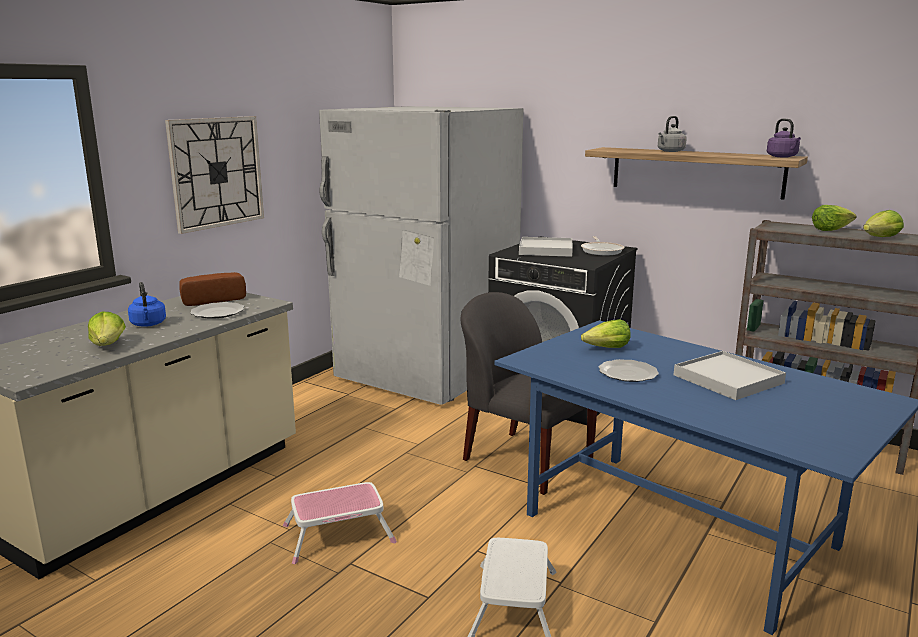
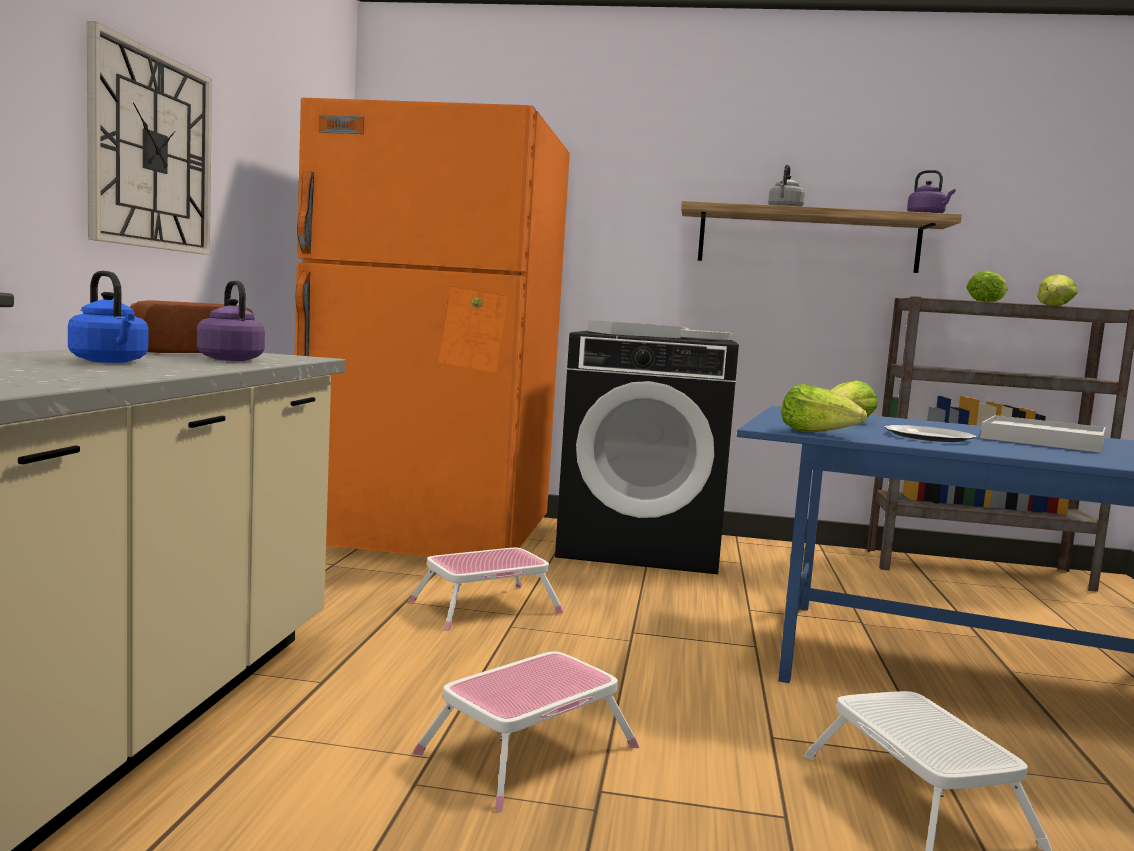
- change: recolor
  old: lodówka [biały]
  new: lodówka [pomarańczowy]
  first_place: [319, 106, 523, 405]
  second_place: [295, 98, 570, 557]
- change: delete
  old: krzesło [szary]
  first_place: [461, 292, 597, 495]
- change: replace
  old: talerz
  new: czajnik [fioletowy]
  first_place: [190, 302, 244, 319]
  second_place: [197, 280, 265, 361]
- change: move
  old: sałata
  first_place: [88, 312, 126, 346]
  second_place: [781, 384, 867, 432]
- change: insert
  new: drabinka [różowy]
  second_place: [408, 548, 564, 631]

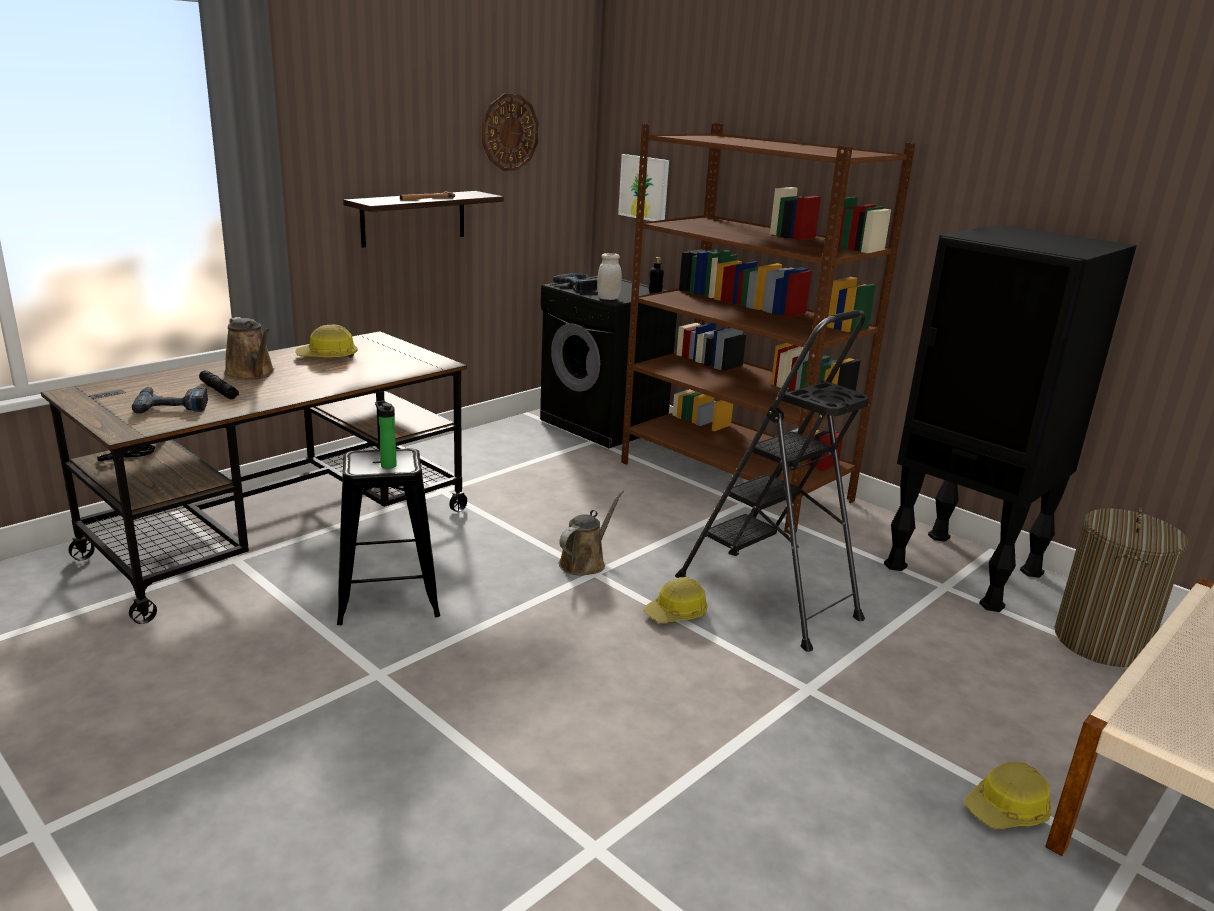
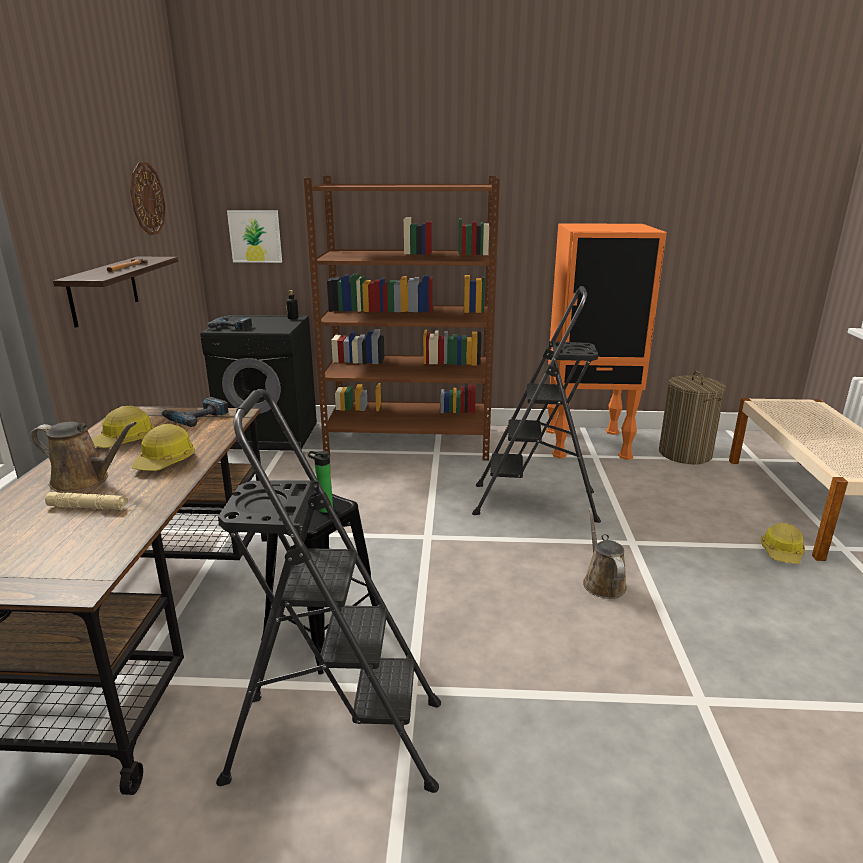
- change: recolor
  old: szafka [czarny]
  new: szafka [pomarańczowy]
  first_place: [884, 224, 1137, 612]
  second_place: [546, 223, 667, 460]
- change: delete
  old: słoik [biały]
  first_place: [597, 253, 622, 300]
- change: recolor
  old: latarka [czarny]
  new: latarka [beżowy]
  first_place: [199, 370, 239, 399]
  second_place: [45, 492, 128, 510]
- change: move
  old: wiertarka
  first_place: [132, 386, 208, 414]
  second_place: [161, 397, 229, 427]
- change: move
  old: konewka [brązowy]
  first_place: [559, 490, 624, 576]
  second_place: [583, 508, 627, 599]
- change: move
  old: kask
  first_place: [643, 577, 708, 623]
  second_place: [131, 424, 195, 471]
- change: insert
  new: drabinka
  second_place: [216, 389, 441, 793]

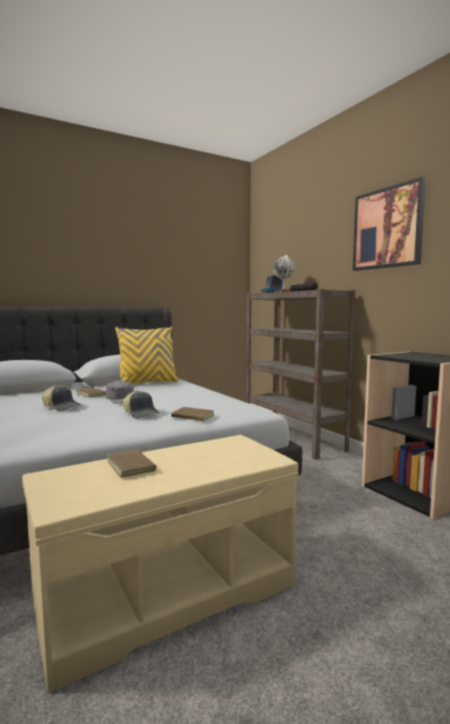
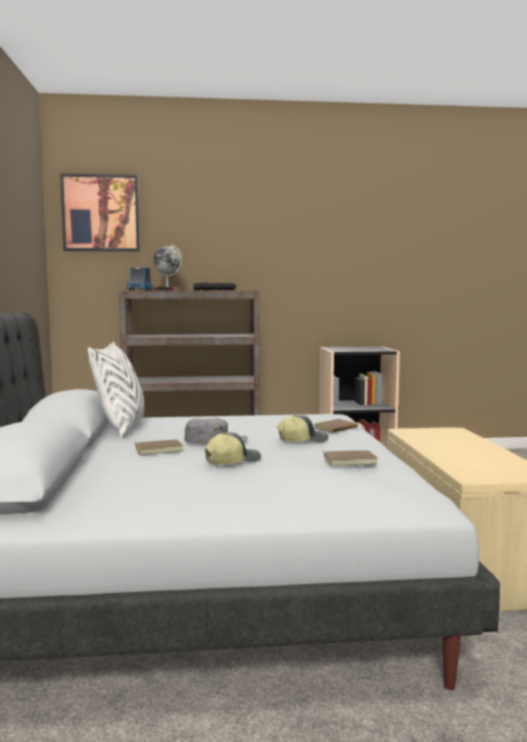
- change: move
  old: obraz
  first_place: [353, 177, 426, 271]
  second_place: [60, 173, 140, 252]
- change: recolor
  old: poduszka [żółty]
  new: poduszka [biały]
  first_place: [115, 327, 179, 384]
  second_place: [88, 342, 144, 438]
- change: move
  old: książka [brązowy]
  first_place: [107, 448, 156, 478]
  second_place: [322, 450, 378, 466]

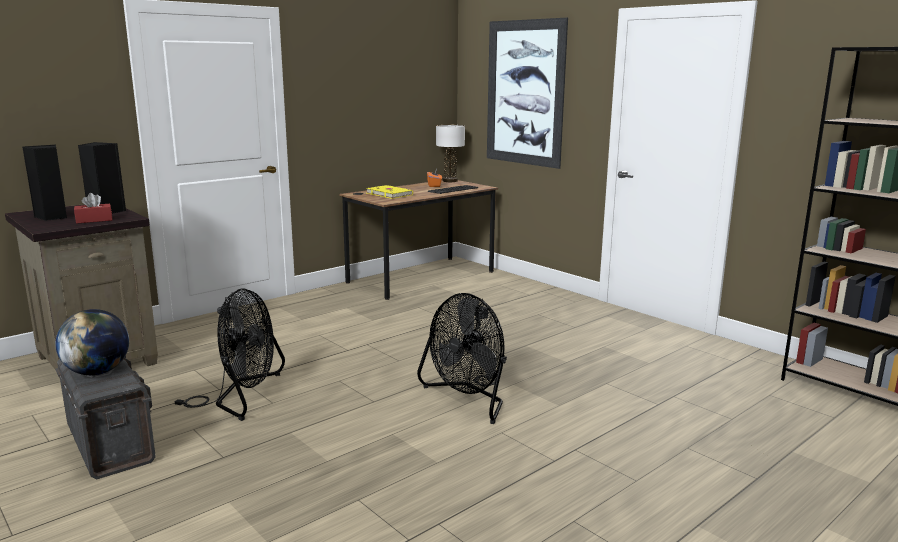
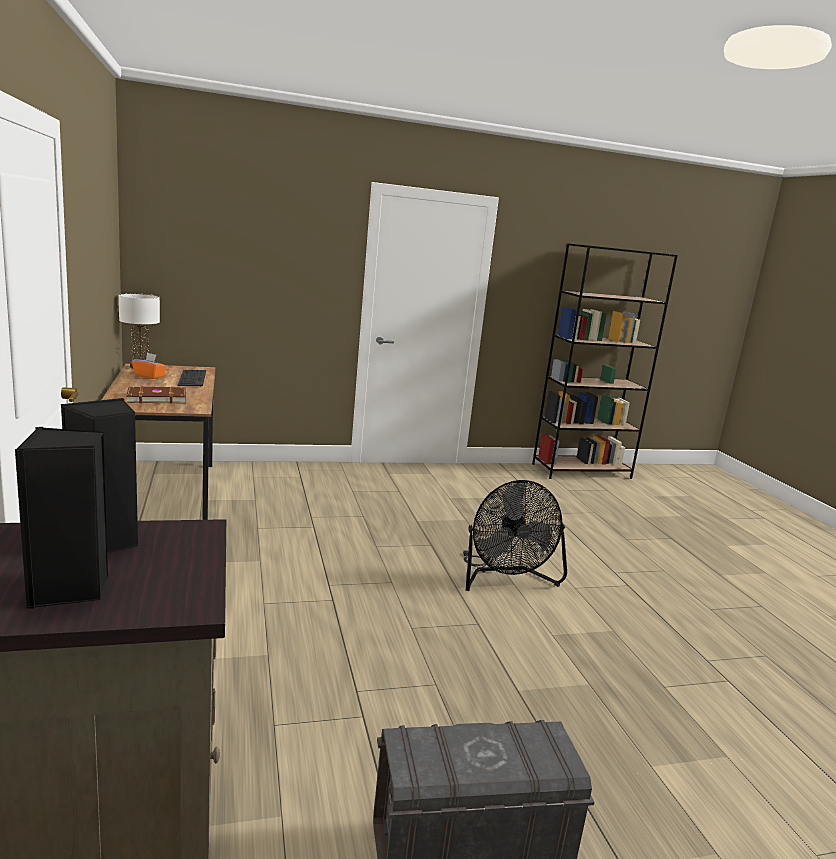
- change: delete
  old: obraz
  first_place: [487, 18, 568, 169]
- change: recolor
  old: książka [żółty]
  new: książka [brązowy]
  first_place: [366, 185, 413, 199]
  second_place: [126, 386, 186, 404]
- change: delete
  old: pudełko chusteczek [czerwony]
  first_place: [74, 193, 113, 224]
- change: delete
  old: wentylator [czarny]
  first_place: [175, 289, 285, 421]
- change: delete
  old: globus
  first_place: [55, 309, 129, 375]

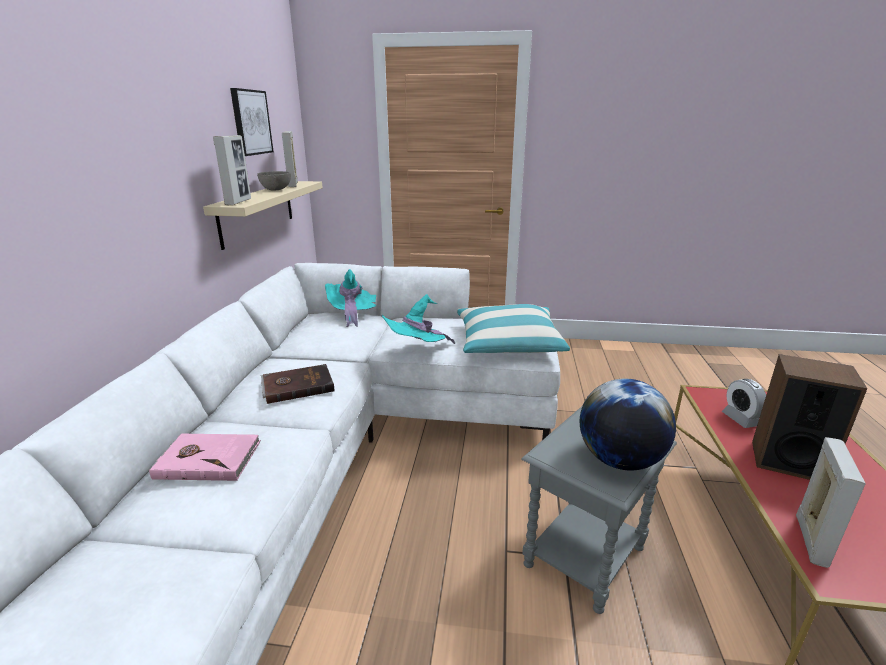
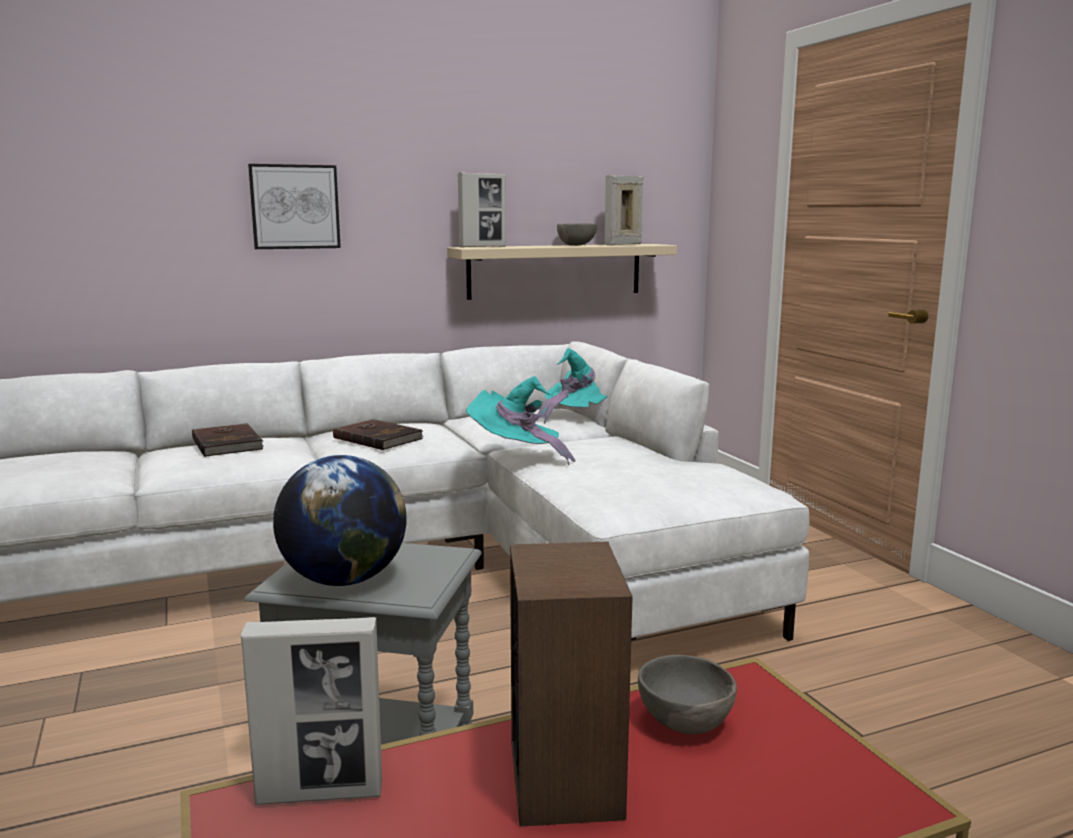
- change: move
  old: obraz
  first_place: [230, 88, 274, 156]
  second_place: [248, 164, 341, 249]
- change: delete
  old: poduszka
  first_place: [457, 304, 570, 353]
- change: replace
  old: budzik
  new: miska [szary]
  first_place: [722, 379, 766, 428]
  second_place: [638, 655, 737, 734]
- change: recolor
  old: książka [różowy]
  new: książka [brązowy]
  first_place: [149, 433, 261, 481]
  second_place: [192, 423, 264, 457]

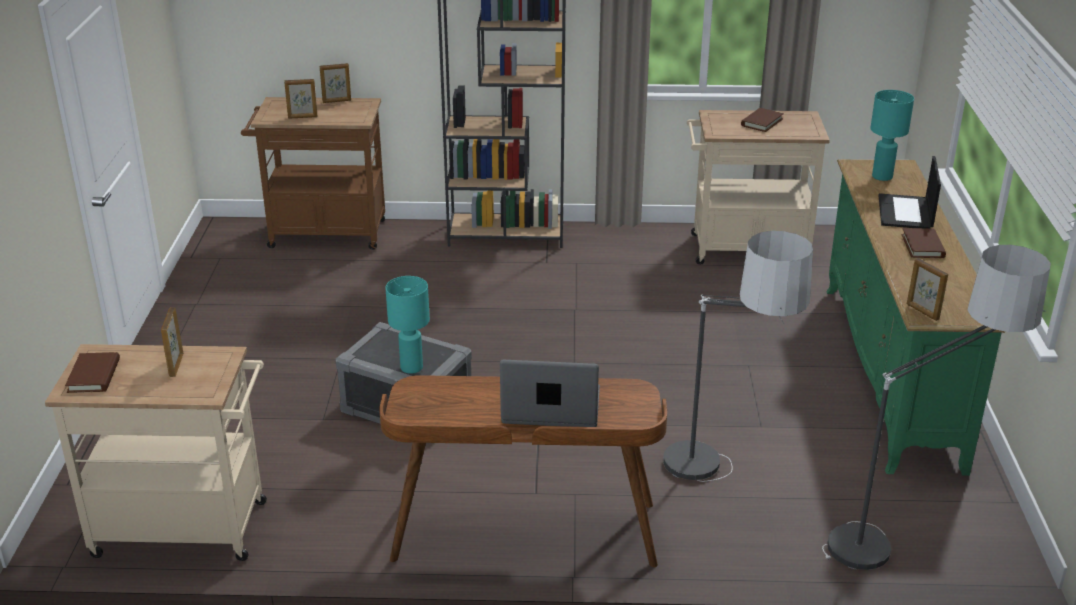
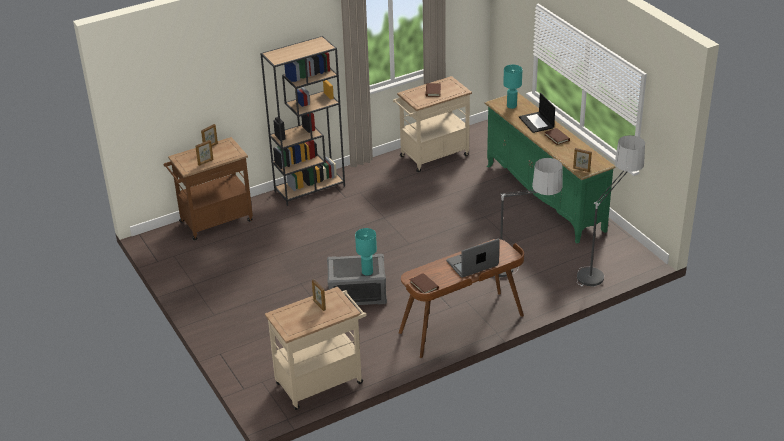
- change: move
  old: książka [brązowy]
  first_place: [65, 352, 120, 393]
  second_place: [409, 273, 439, 293]

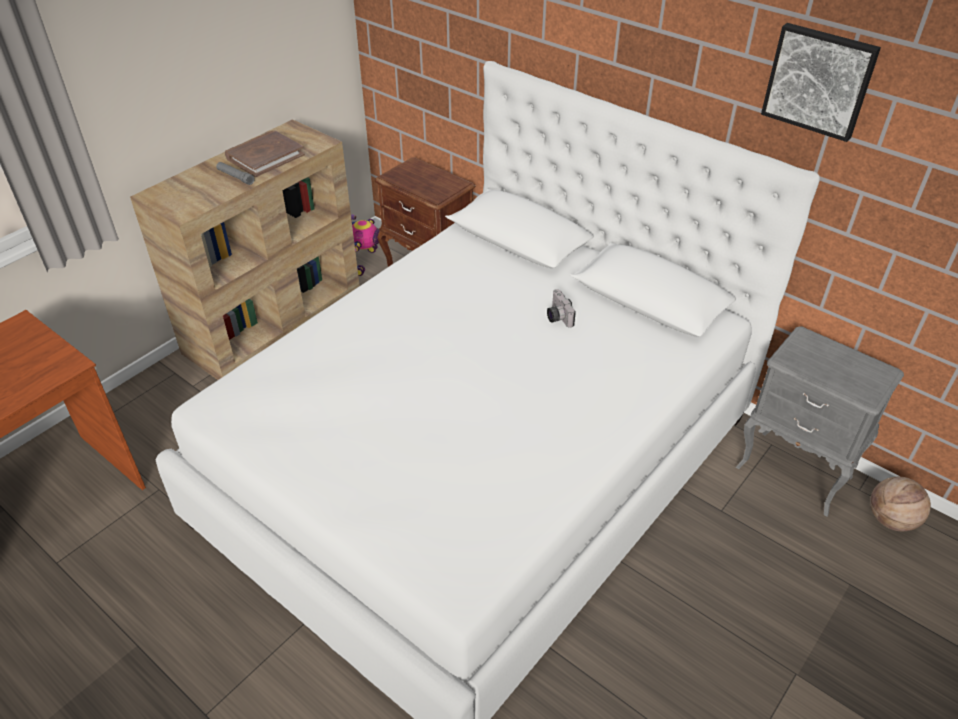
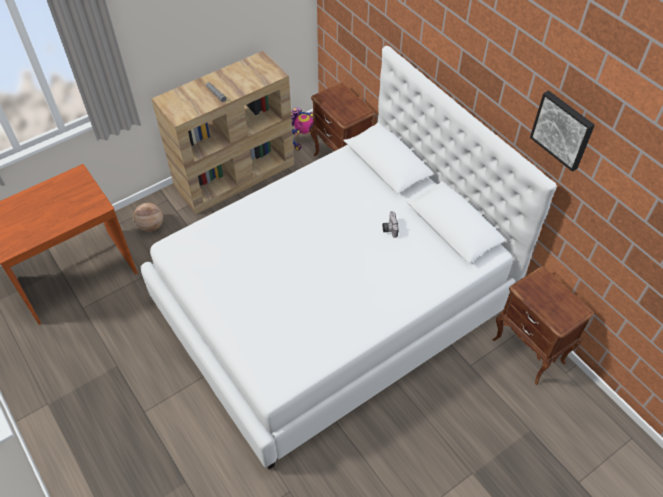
- change: delete
  old: książka [brązowy]
  first_place: [225, 131, 305, 177]
- change: recolor
  old: szafka nocna [szary]
  new: szafka nocna [brązowy]
  first_place: [736, 326, 904, 517]
  second_place: [492, 266, 595, 385]
- change: move
  old: piłka do koszykówki
  first_place: [870, 477, 931, 531]
  second_place: [133, 203, 163, 232]

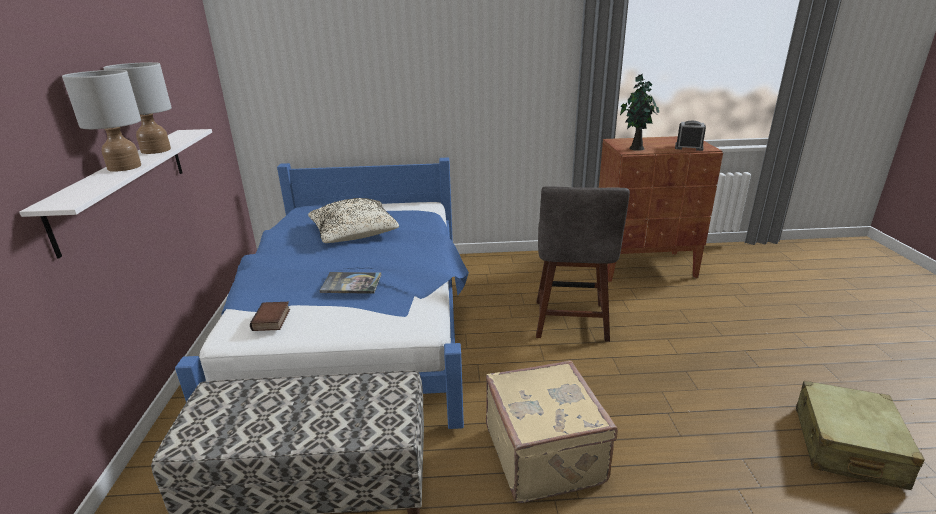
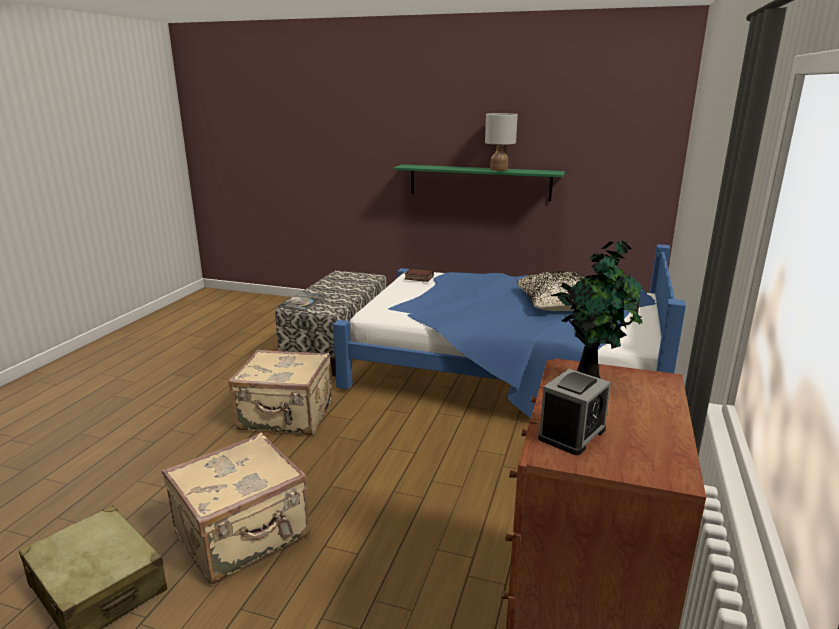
- change: delete
  old: lampa stołowa [szary]
  first_place: [62, 70, 141, 172]
- change: recolor
  old: półka [biały]
  new: półka [zielony]
  first_place: [19, 129, 212, 259]
  second_place: [393, 164, 565, 201]
- change: delete
  old: stołek [szary]
  first_place: [536, 186, 630, 342]
- change: move
  old: książka
  first_place: [319, 272, 381, 294]
  second_place: [278, 292, 327, 311]
- change: insert
  new: walizka [beżowy]
  second_place: [162, 432, 310, 584]

